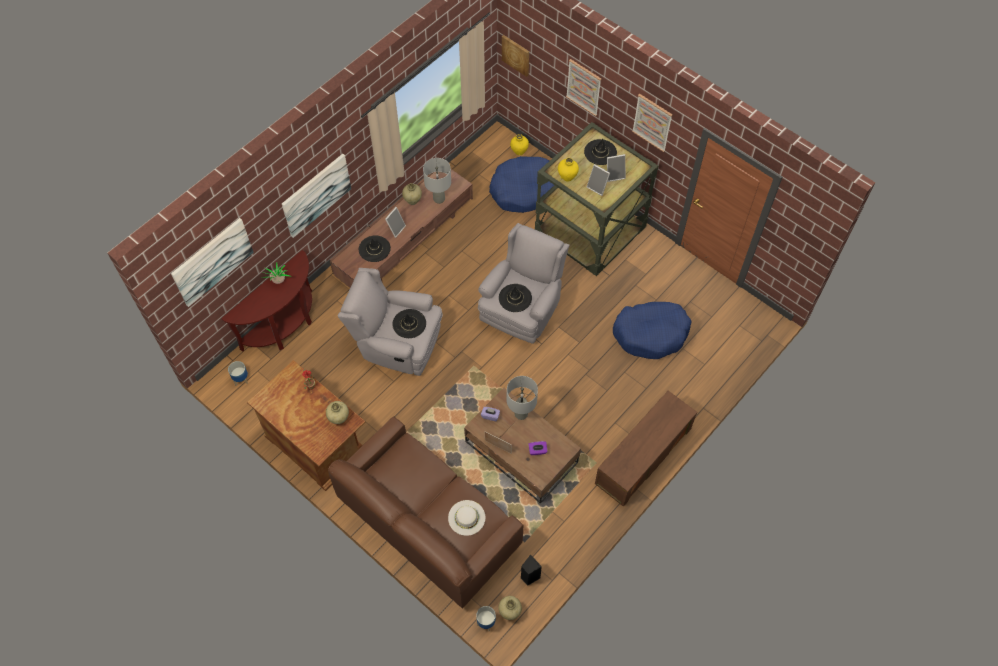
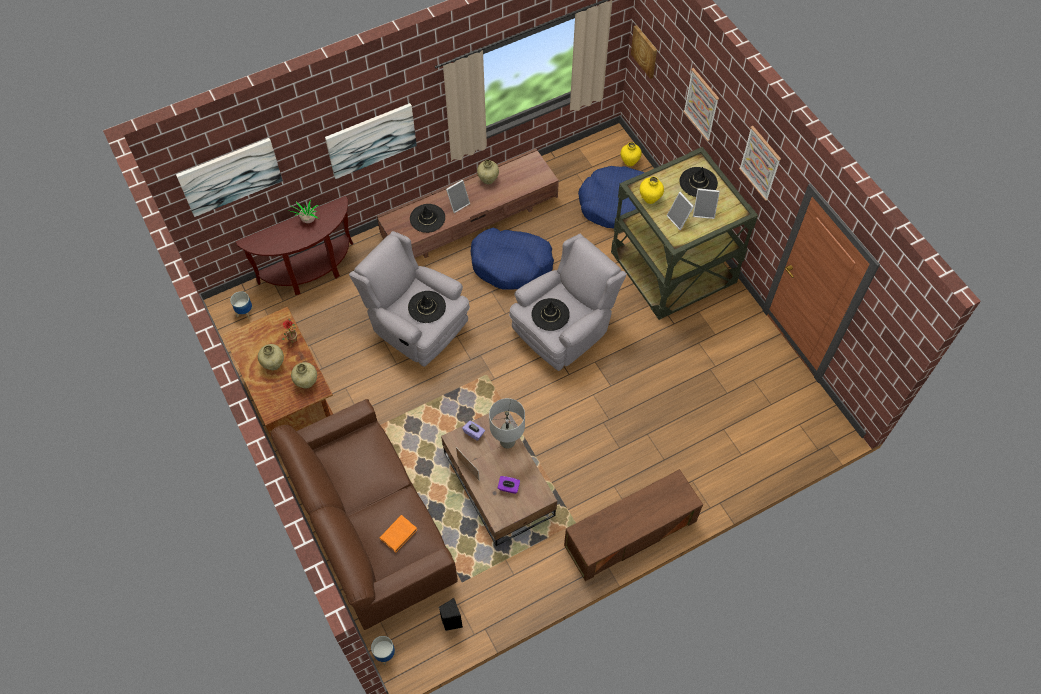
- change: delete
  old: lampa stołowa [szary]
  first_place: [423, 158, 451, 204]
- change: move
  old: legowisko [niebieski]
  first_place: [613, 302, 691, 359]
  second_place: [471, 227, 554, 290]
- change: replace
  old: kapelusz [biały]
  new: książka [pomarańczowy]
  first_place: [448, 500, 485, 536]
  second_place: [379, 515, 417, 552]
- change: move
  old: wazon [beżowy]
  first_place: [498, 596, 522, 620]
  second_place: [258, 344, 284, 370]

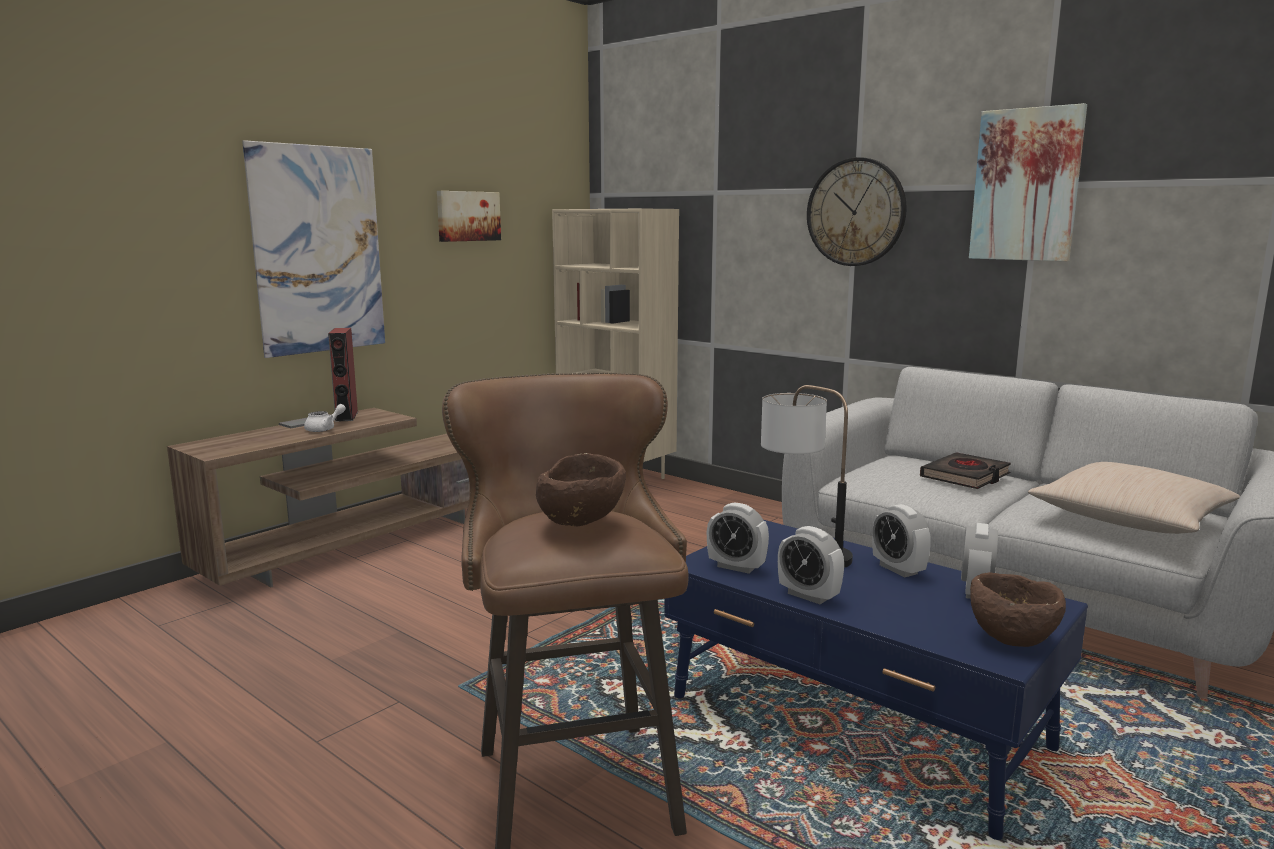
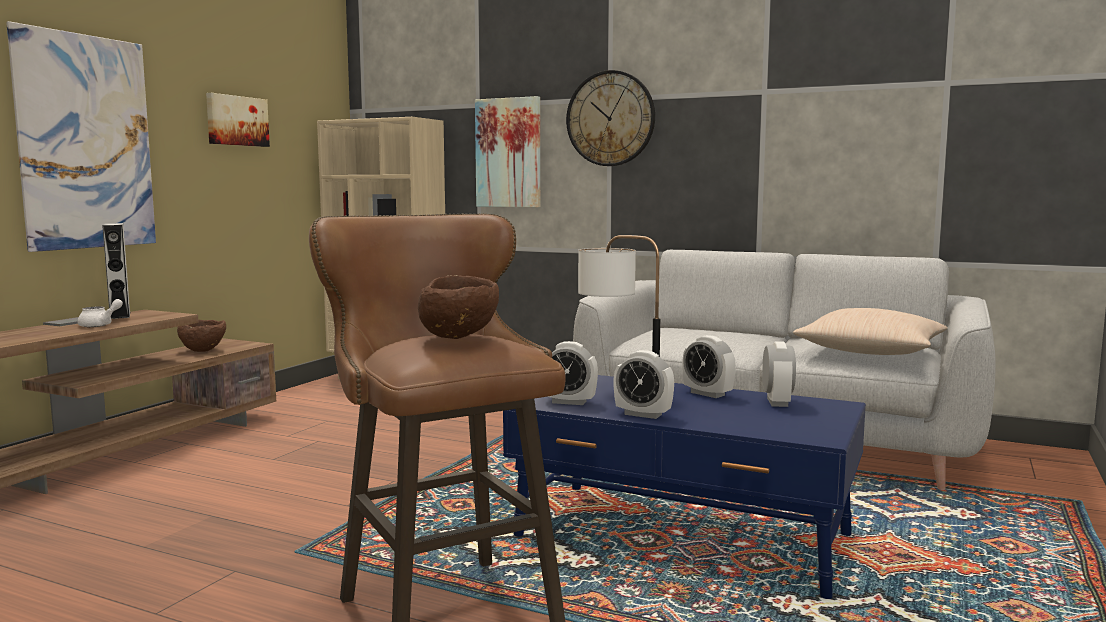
- change: move
  old: obraz
  first_place: [969, 103, 1087, 261]
  second_place: [475, 96, 540, 207]
- change: recolor
  old: głośnik [czerwony]
  new: głośnik [szary]
  first_place: [328, 328, 358, 422]
  second_place: [102, 223, 130, 319]
- change: delete
  old: książka [czarny]
  first_place: [920, 452, 1011, 489]
- change: move
  old: miska [brązowy]
  first_place: [970, 572, 1066, 647]
  second_place: [177, 319, 226, 352]

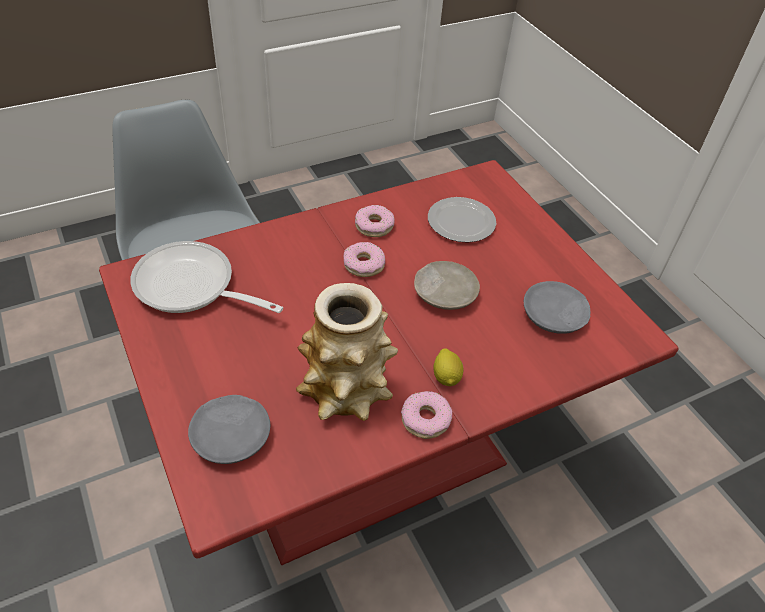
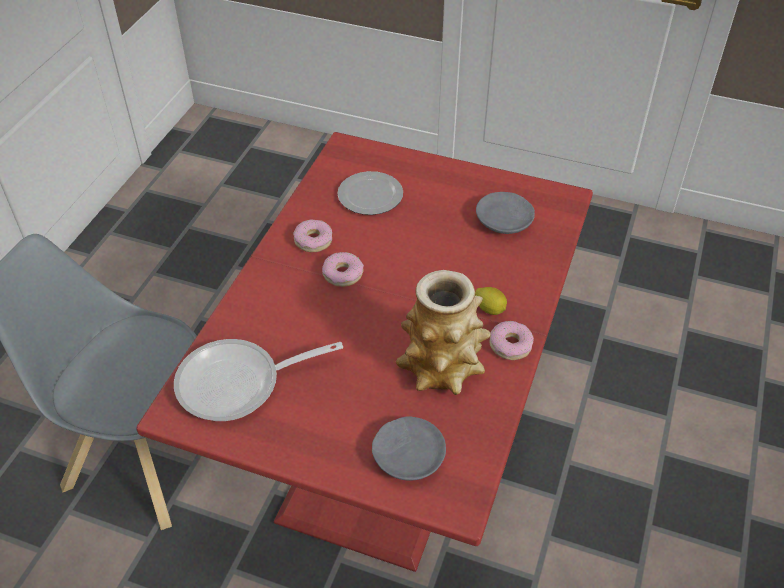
- change: delete
  old: talerz [beżowy]
  first_place: [414, 261, 480, 310]

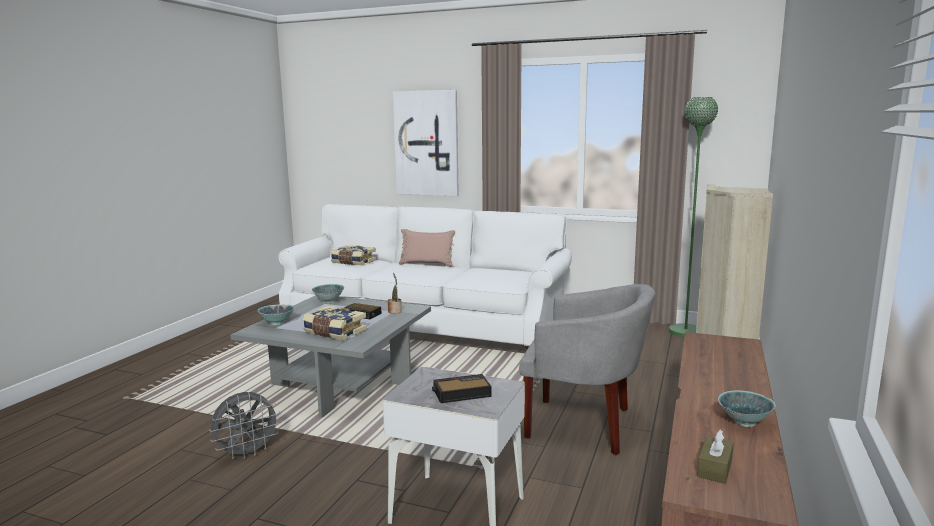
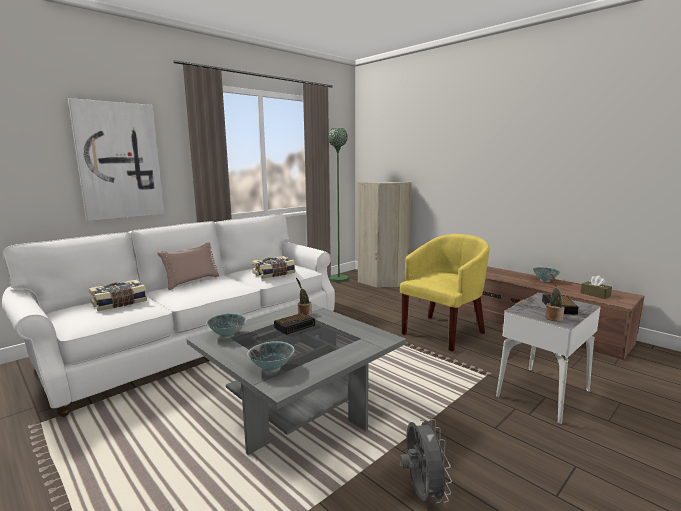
- change: recolor
  old: fotel [szary]
  new: fotel [żółty]
  first_place: [519, 284, 656, 455]
  second_place: [400, 234, 489, 352]
- change: move
  old: książka
  first_place: [303, 306, 367, 340]
  second_place: [252, 256, 296, 279]
- change: insert
  new: roślina doniczkowa
  second_place: [545, 273, 565, 322]

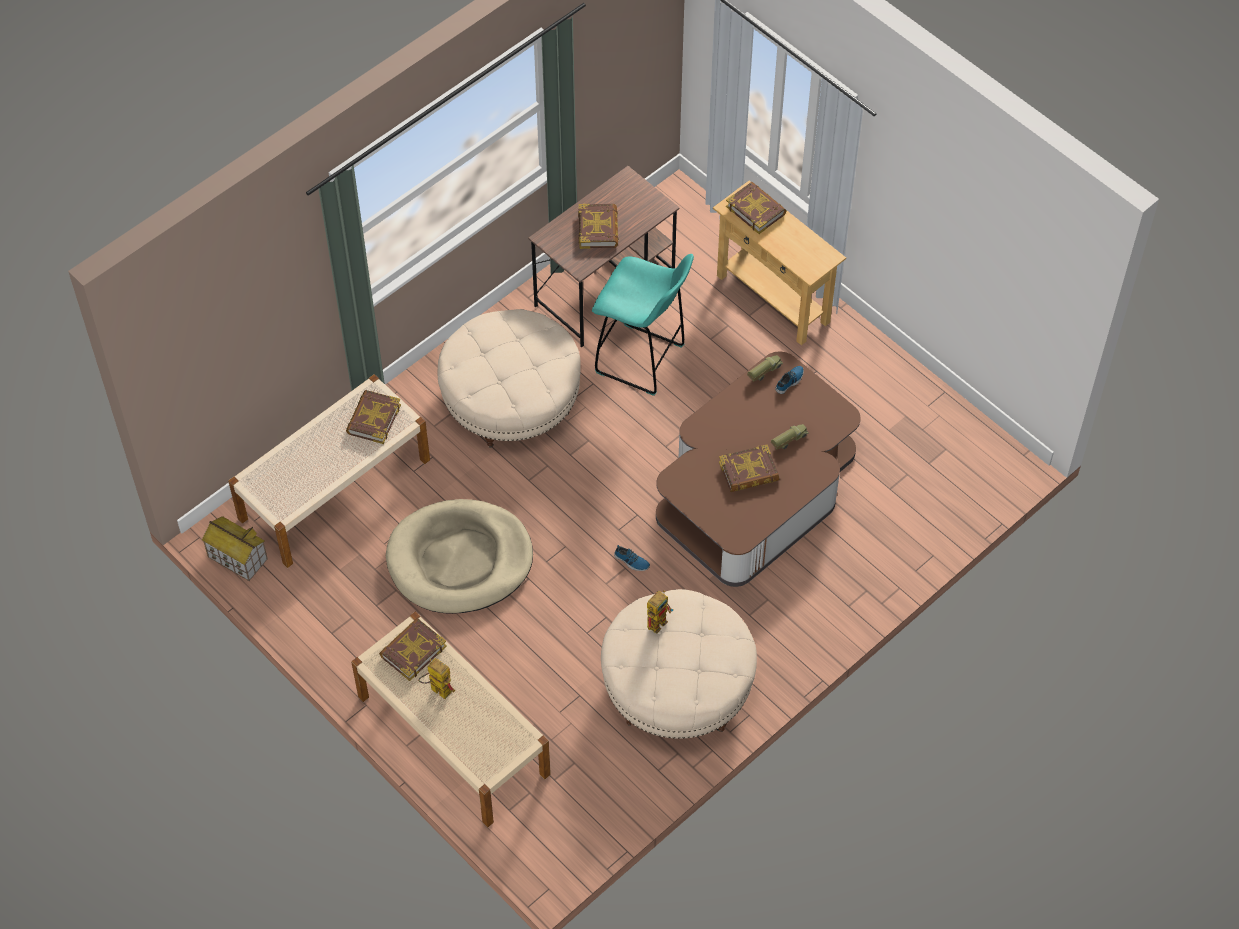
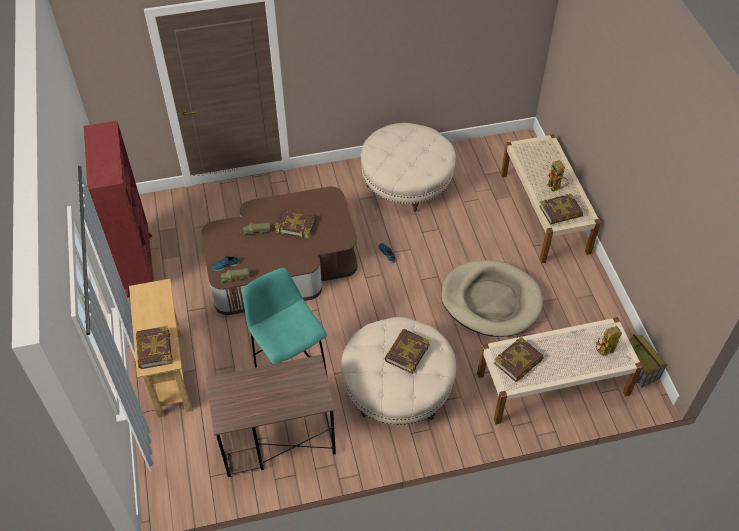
- change: move
  old: książka
  first_place: [578, 204, 618, 249]
  second_place: [384, 329, 430, 374]
- change: move
  old: robot zabawkowy
  first_place: [647, 590, 673, 634]
  second_place: [596, 326, 622, 356]
- change: insert
  new: regał [czerwony]
  second_place: [84, 121, 154, 298]

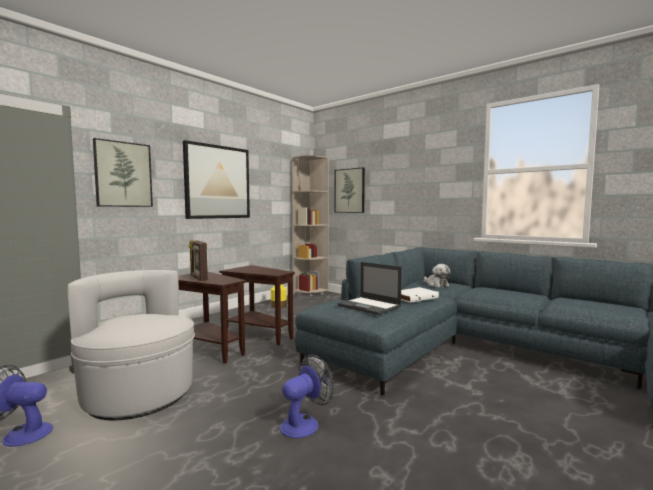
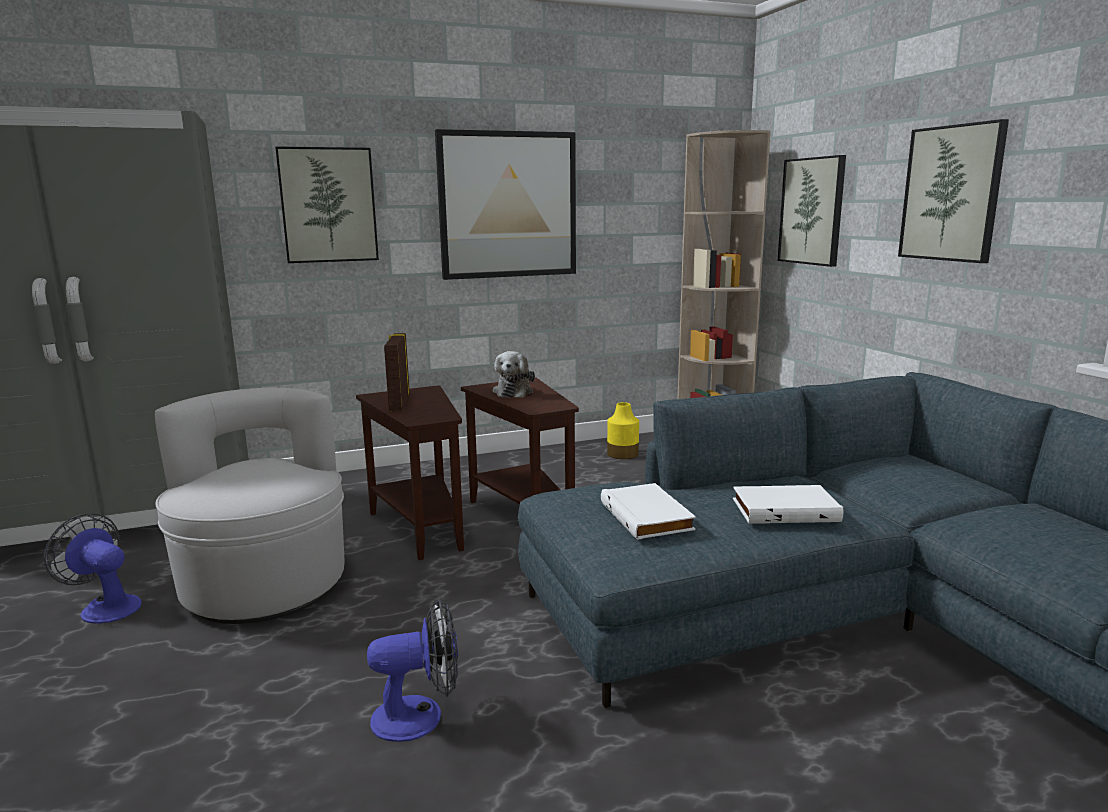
- change: replace
  old: laptop
  new: książka [biały]
  first_place: [338, 262, 402, 315]
  second_place: [601, 483, 696, 540]
- change: move
  old: pluszak
  first_place: [424, 264, 451, 287]
  second_place: [493, 351, 535, 398]
- change: insert
  new: obraz
  second_place: [898, 119, 1009, 263]

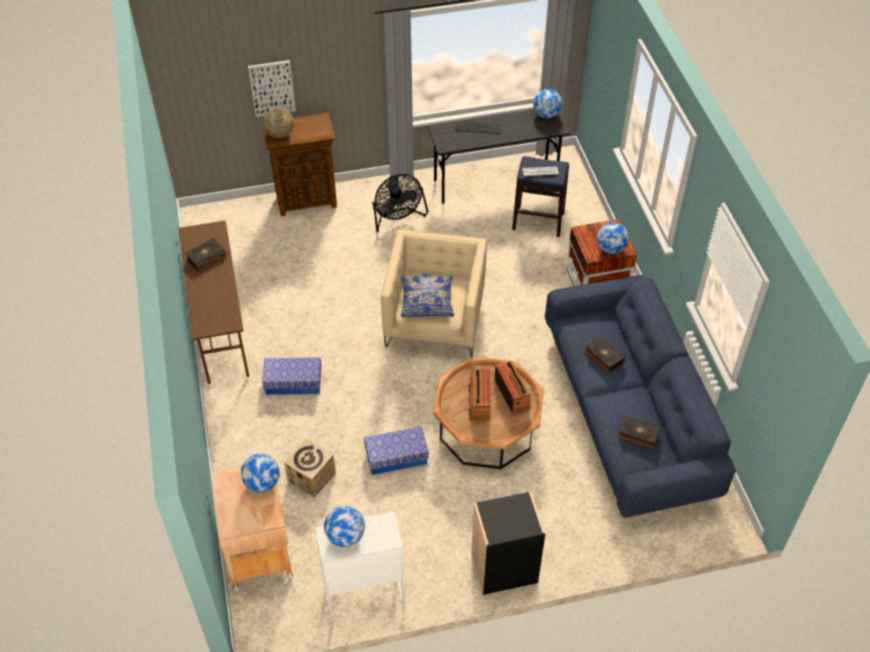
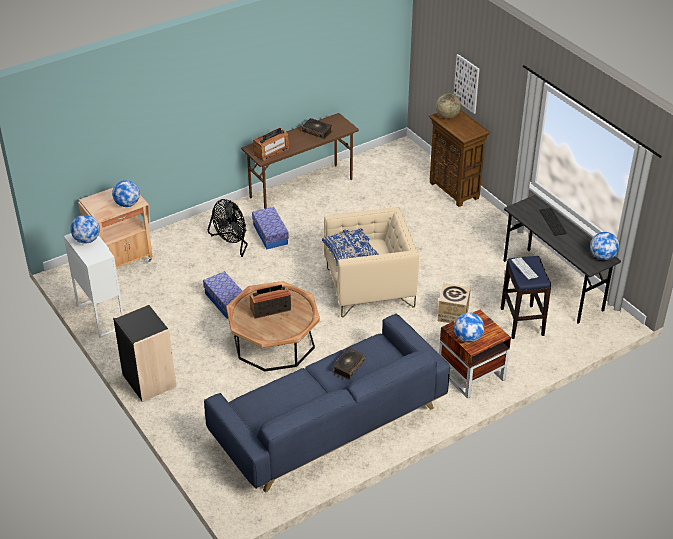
- change: move
  old: wentylator [czarny]
  first_place: [372, 174, 428, 232]
  second_place: [208, 199, 248, 257]
- change: move
  old: radio
  first_place: [494, 361, 531, 414]
  second_place: [253, 128, 289, 161]
- change: delete
  old: książka
  first_place: [618, 416, 660, 449]
- change: move
  old: karton
  first_place: [284, 439, 336, 497]
  second_place: [438, 283, 471, 323]

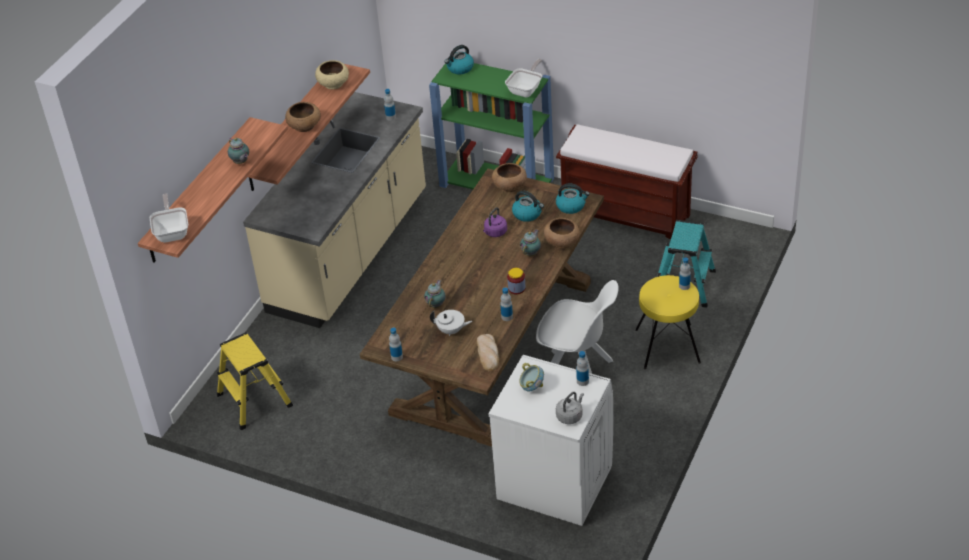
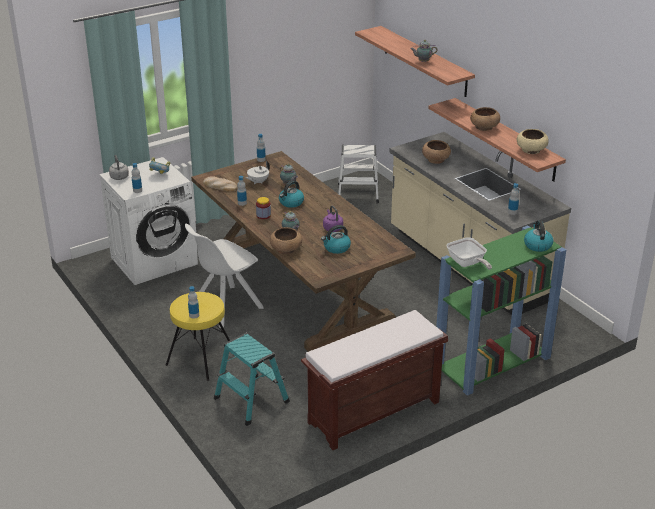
- change: move
  old: miska [brązowy]
  first_place: [492, 163, 527, 192]
  second_place: [422, 140, 451, 164]
- change: move
  old: czajnik
  first_place: [556, 184, 590, 214]
  second_place: [279, 180, 304, 208]
- change: delete
  old: patelnia
  first_place: [150, 193, 188, 242]
- change: recolor
  old: drabinka [żółty]
  new: drabinka [biały]
  first_place: [216, 332, 293, 430]
  second_place: [338, 145, 379, 203]

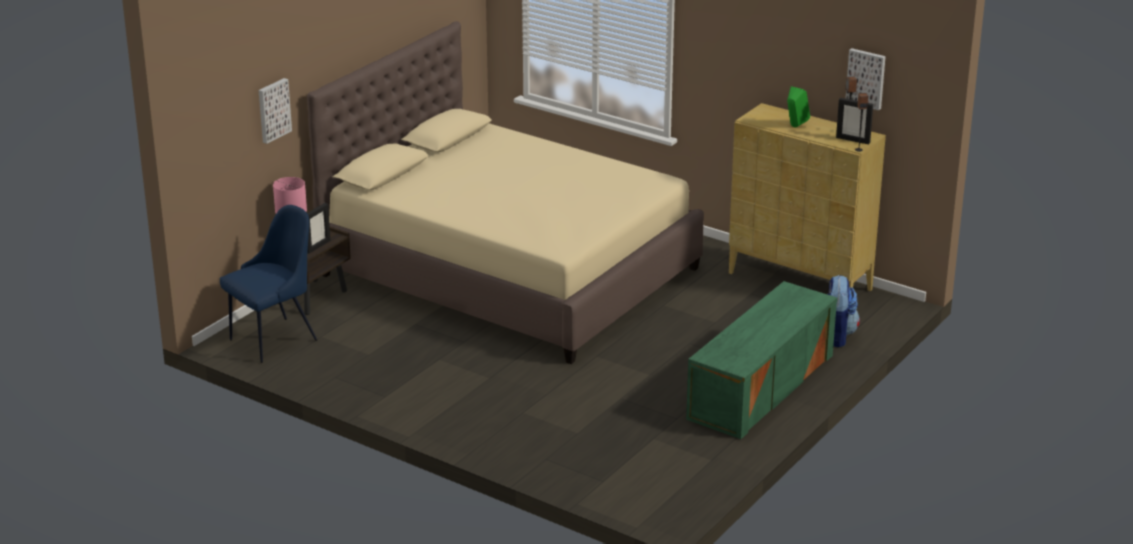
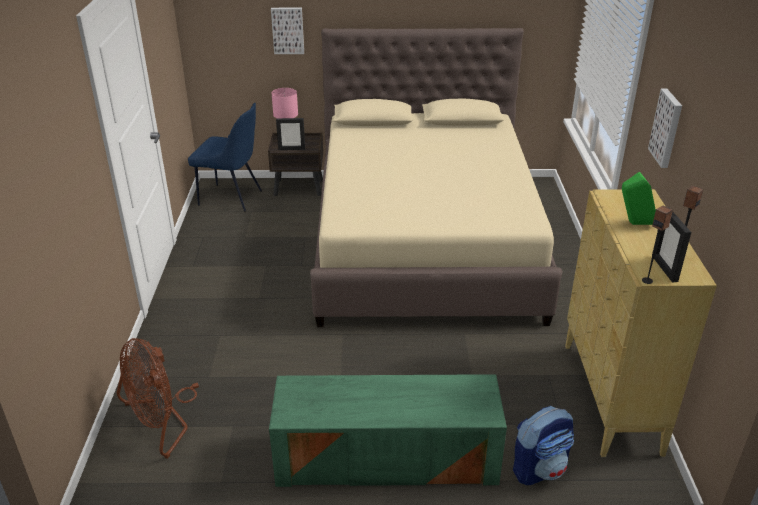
- change: move
  old: obraz
  first_place: [845, 48, 886, 110]
  second_place: [648, 89, 682, 168]
- change: insert
  new: wentylator [brązowy]
  second_place: [117, 338, 199, 459]

